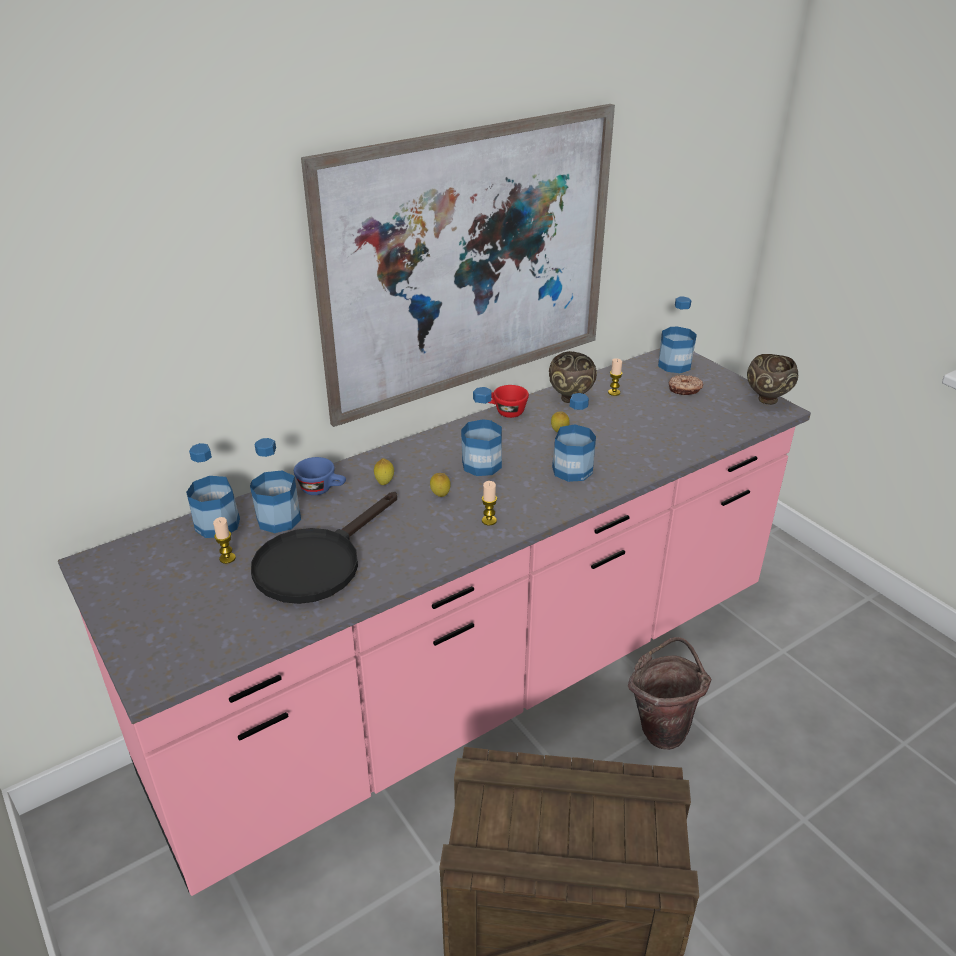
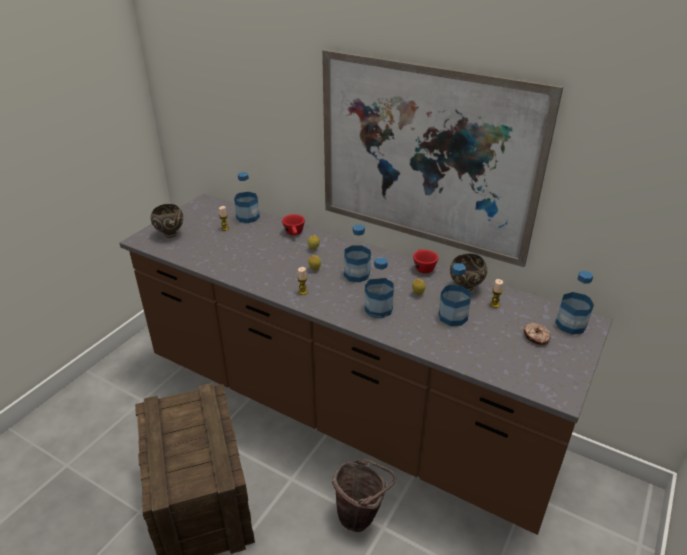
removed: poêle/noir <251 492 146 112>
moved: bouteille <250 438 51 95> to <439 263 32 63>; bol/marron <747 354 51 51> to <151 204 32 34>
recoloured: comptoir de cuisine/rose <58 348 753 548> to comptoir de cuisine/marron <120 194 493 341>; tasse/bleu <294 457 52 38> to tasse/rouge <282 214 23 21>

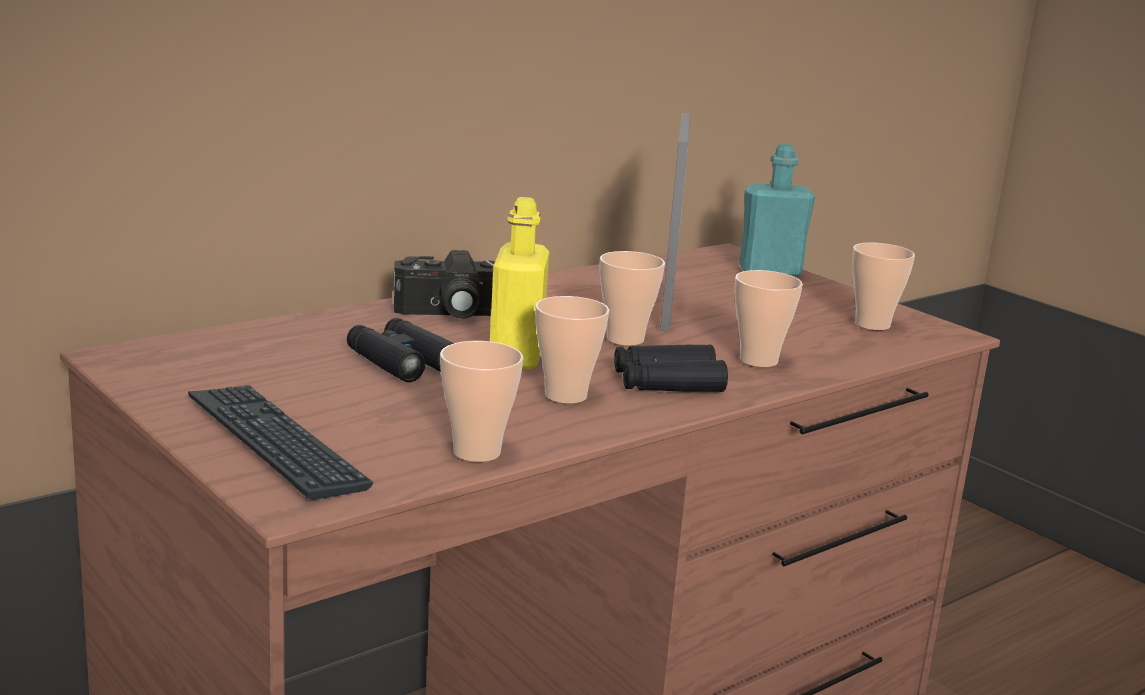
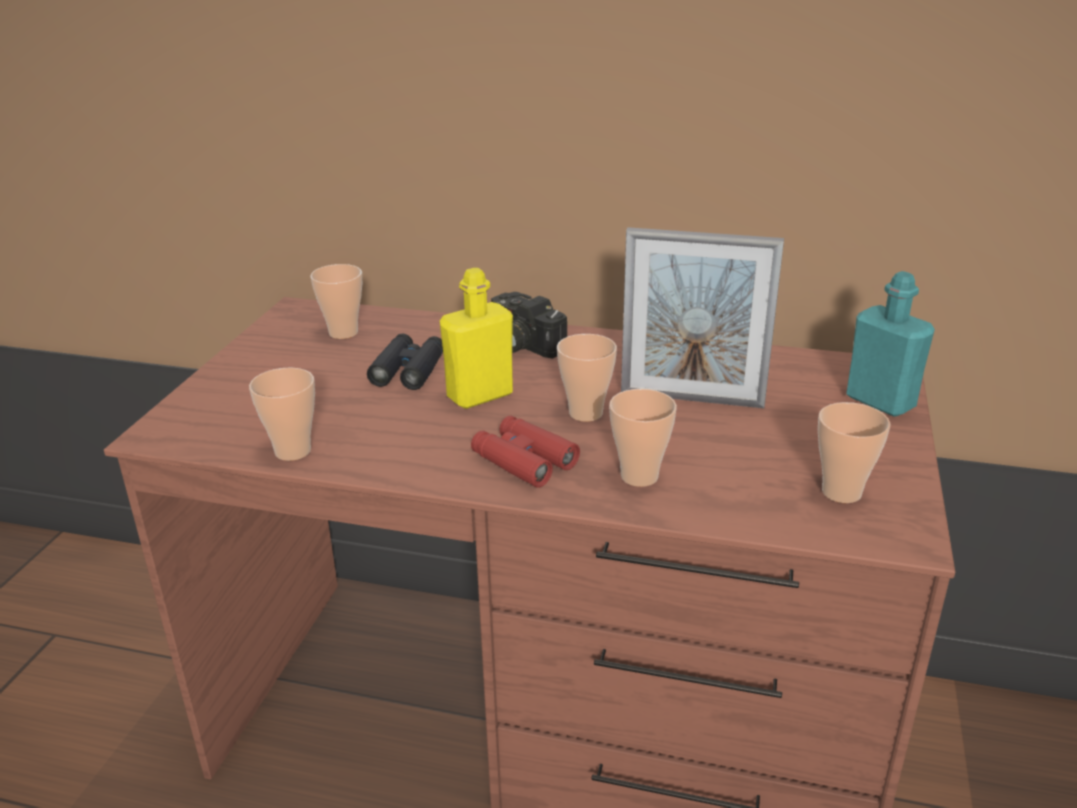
removed: clavier <188 385 186 115>
moved: tasse <535 296 74 108> to <310 264 52 75>
recoloured: jumelles/noir <614 344 114 48> to jumelles/rouge <471 416 109 71>
turned: cadre photo <660 113 30 218> = <621 227 163 181> 45 degrees clockwise

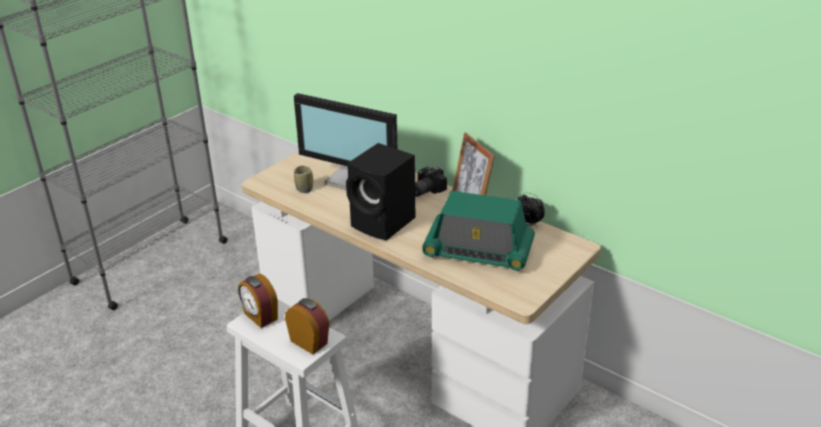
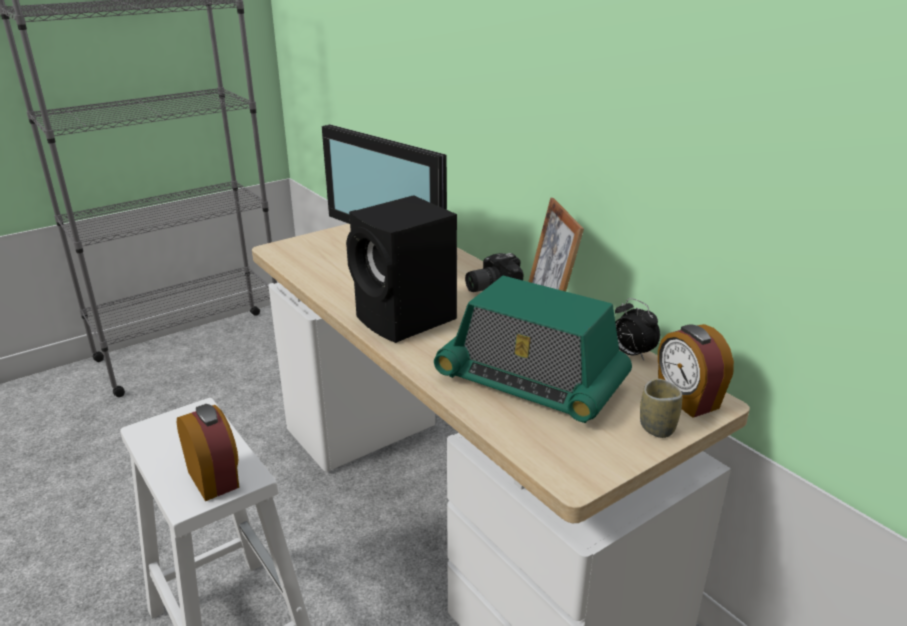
moved: réveil <238 274 40 54> to <658 324 76 94>; tasse <294 165 19 28> to <640 379 42 59>

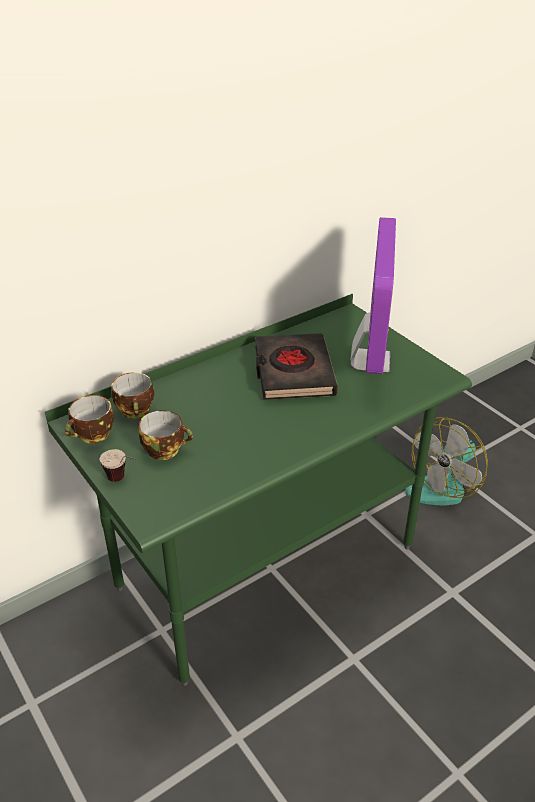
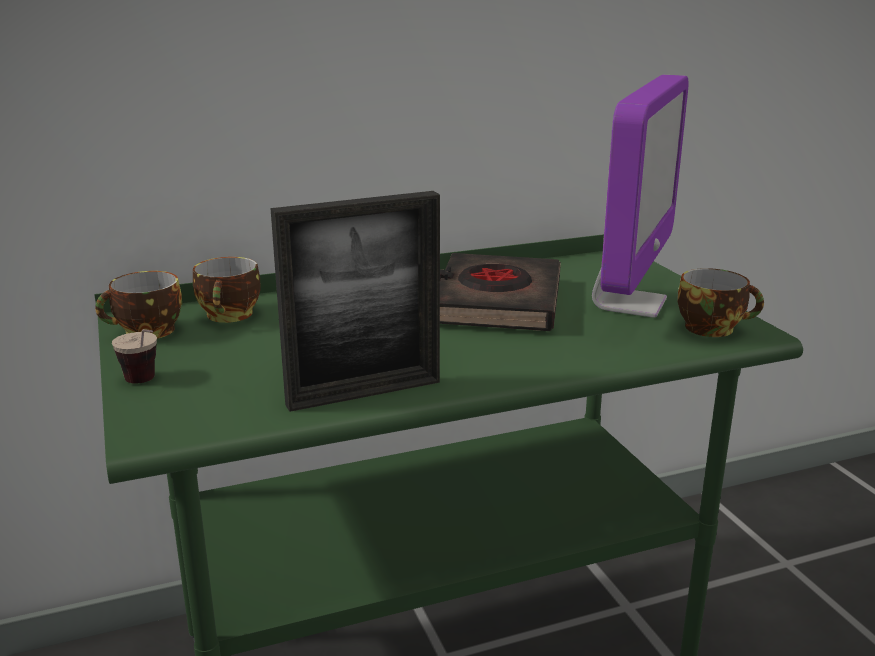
removed: ventilateur <405 417 83 89>
added: cadre photo <270 191 170 221>
moved: tasse <139 410 54 50> to <677 268 87 69>

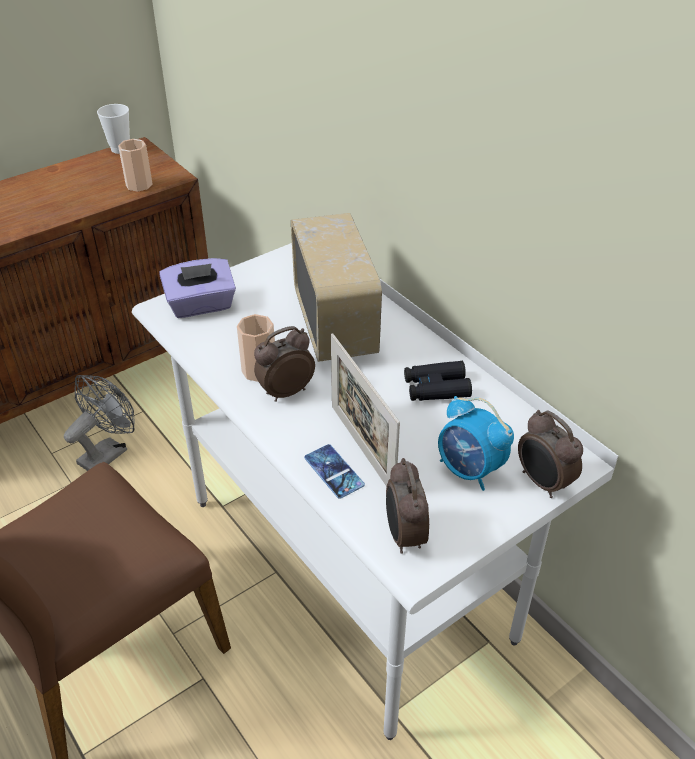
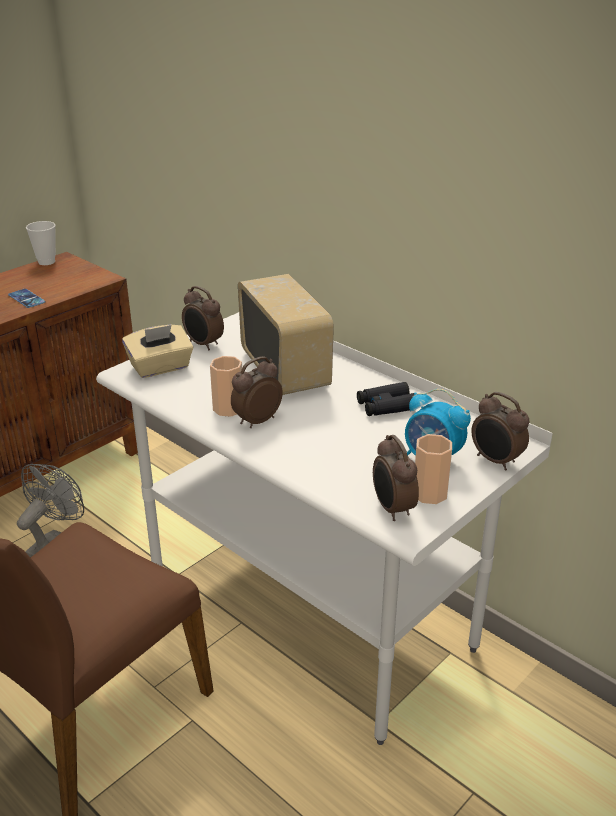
removed: cadre photo <331 333 69 153>
added: réveil <182 286 42 64>
moved: tasse <118 139 35 53> to <415 434 37 70>; téléphone <304 444 61 55> to <8 289 37 19>
recoloured: boîte à mouchoirs/violet <159 258 77 60> to boîte à mouchoirs/beige <122 325 71 53>

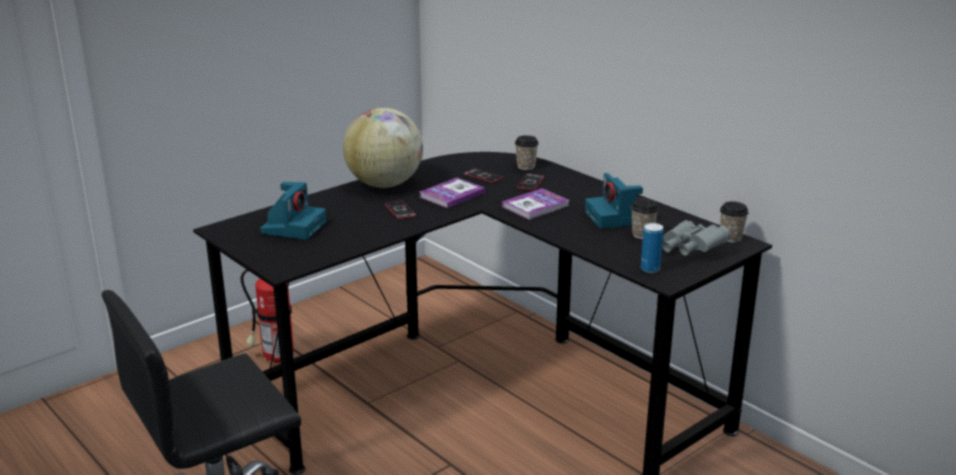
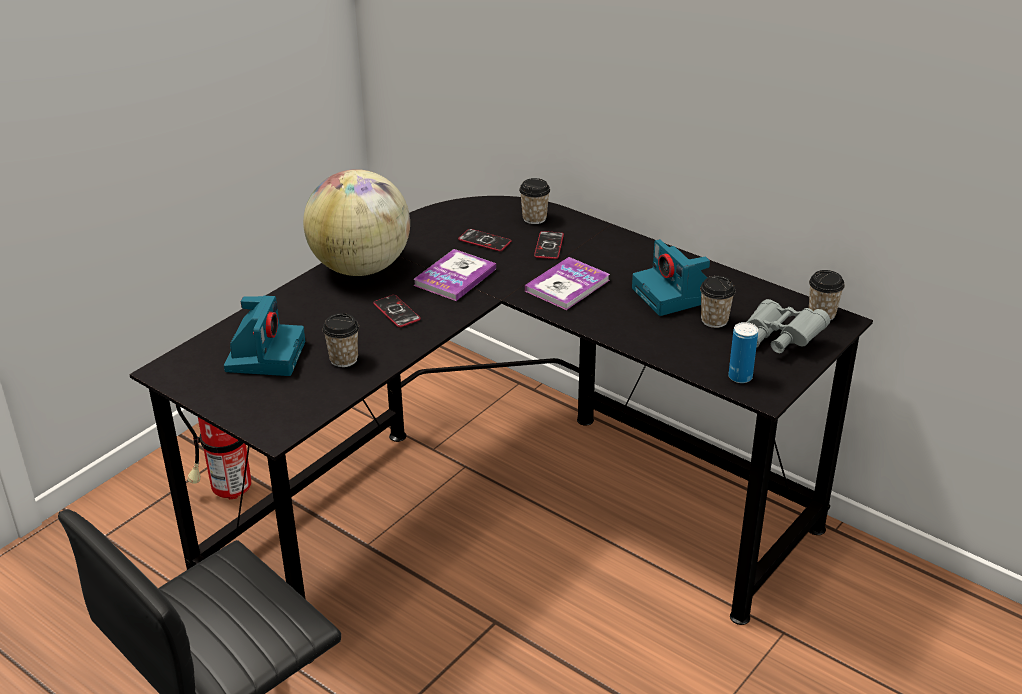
added: tasse <323 313 36 54>

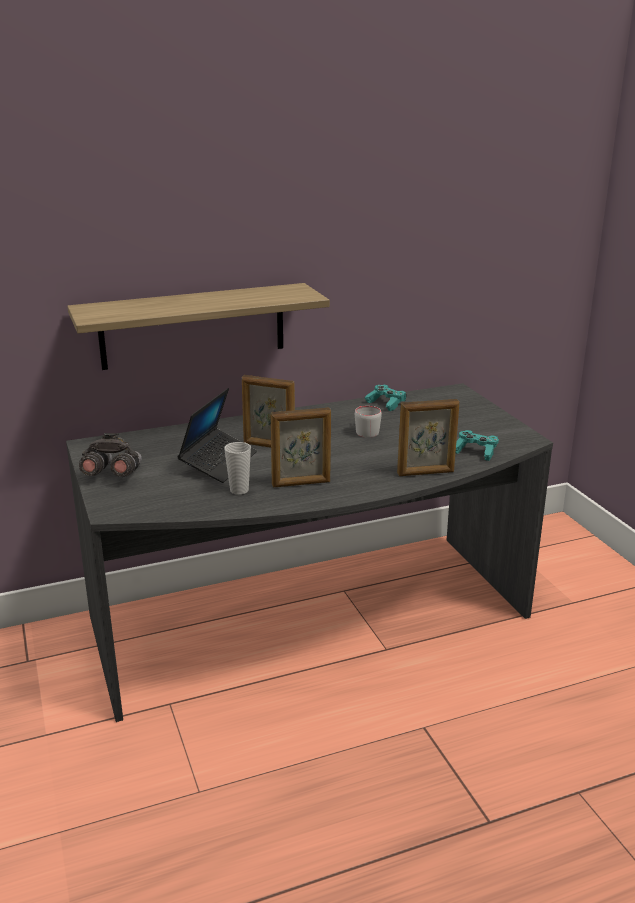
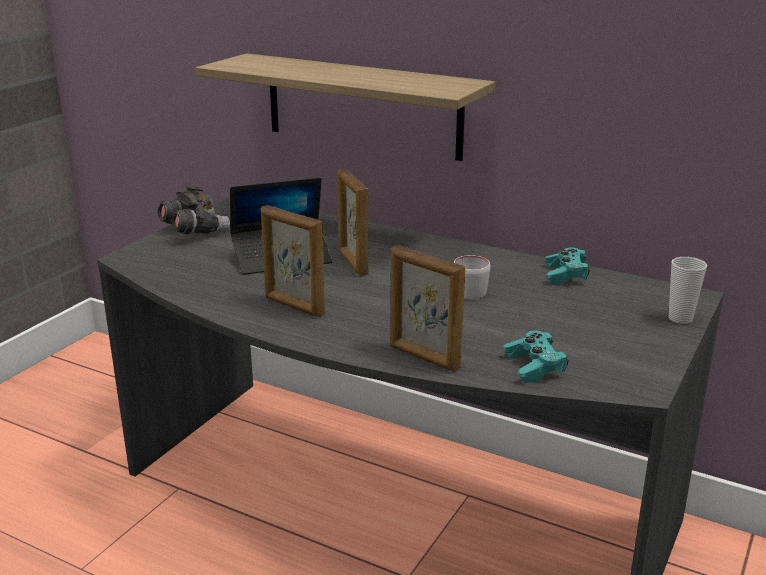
moved: tasse <224 442 27 53> to <668 257 39 67>

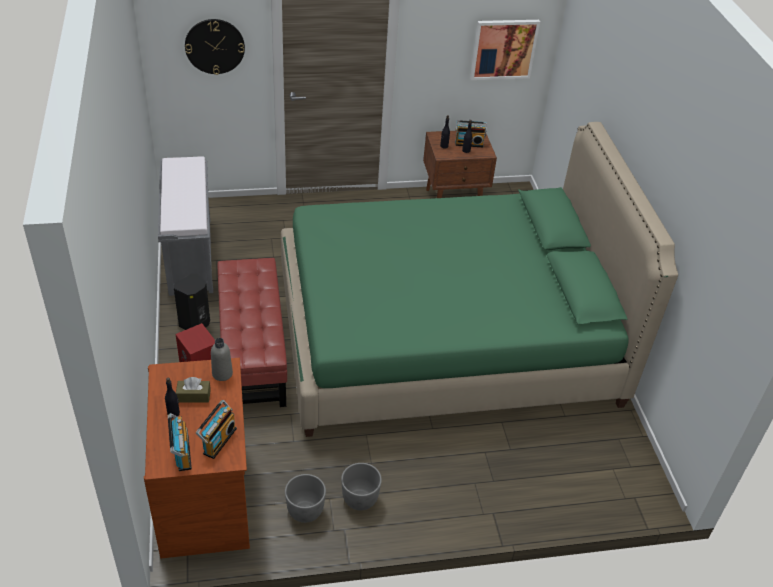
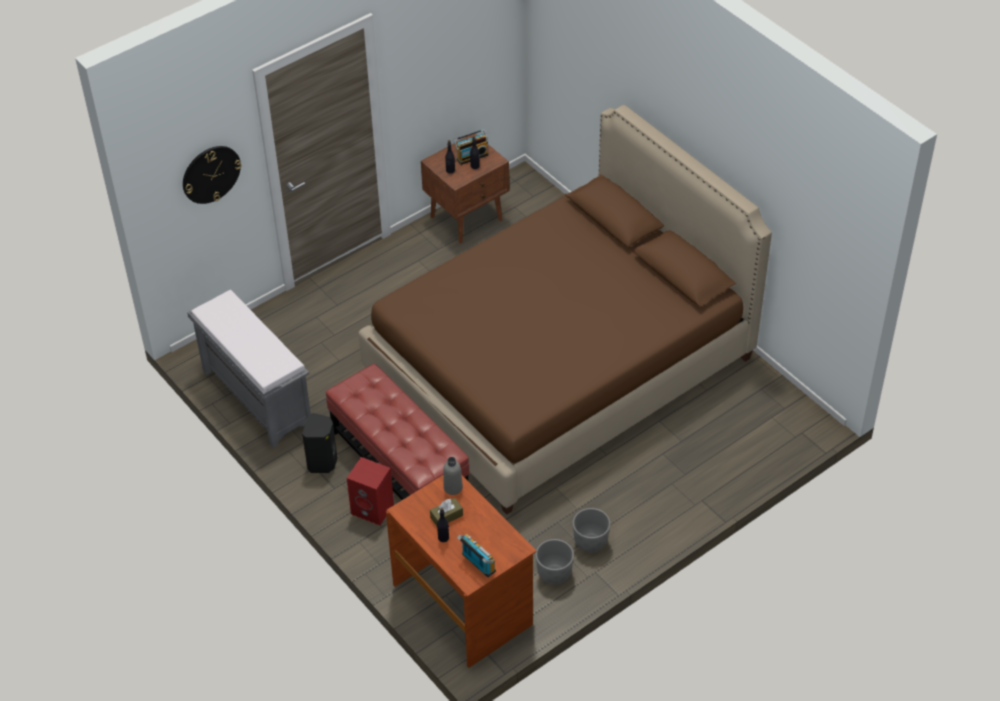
removed: radio <196 400 41 59>; tableau <470 20 70 60>
recoloured: lit/vert <281 122 397 315> to lit/marron <358 105 414 409>

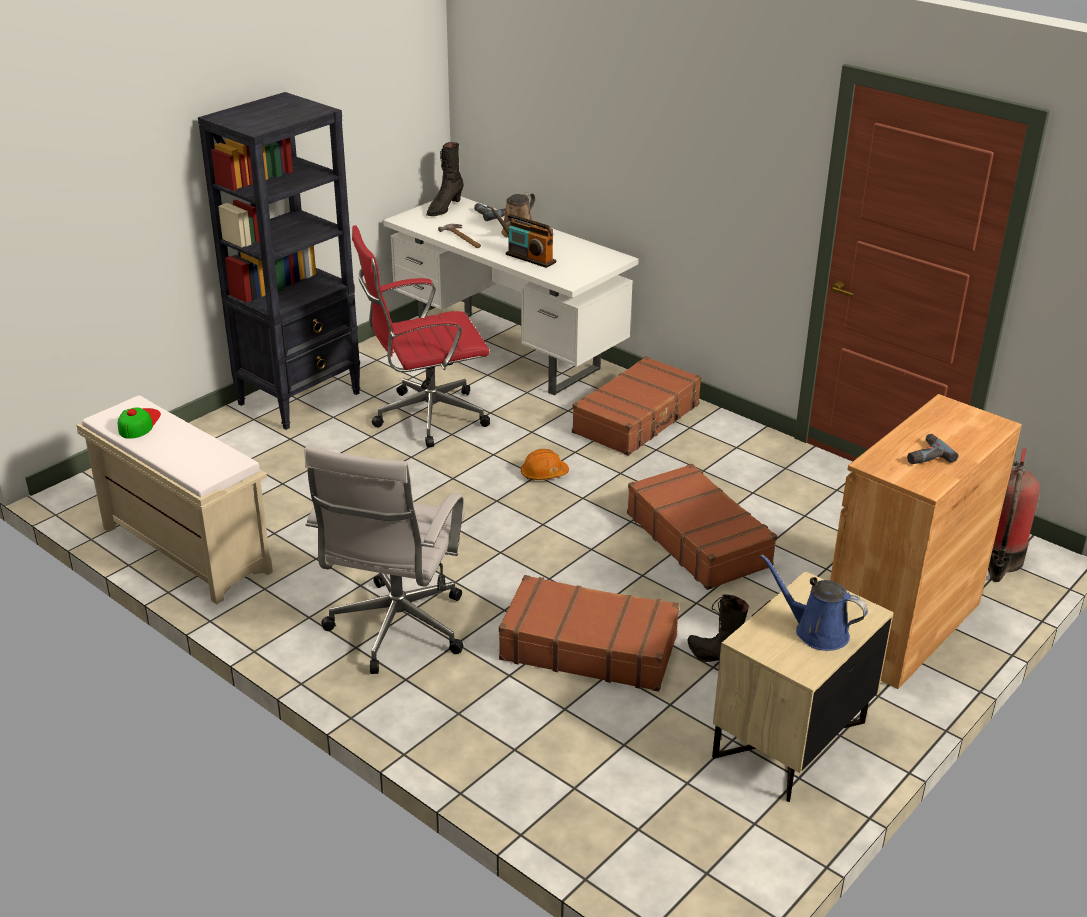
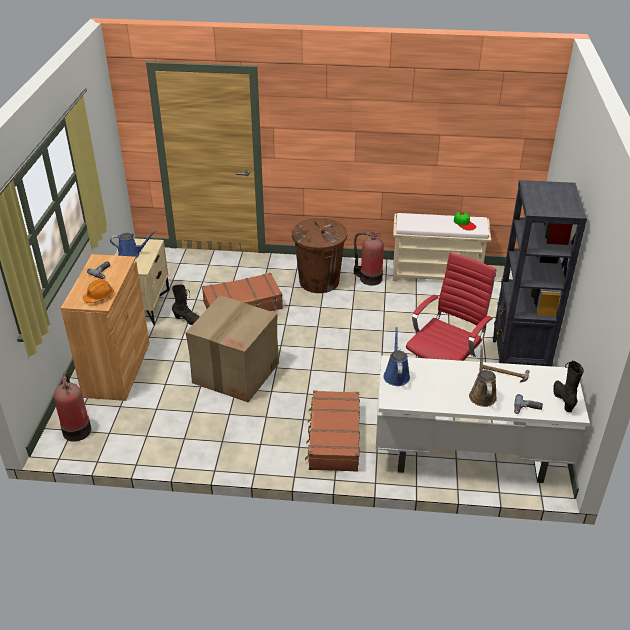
removed: radio <506 214 50 54>
added: extincteur <354 232 30 54>; arrosoir/bleu <383 327 27 59>
moved: casque de chantier/orange <521 449 48 31> to <83 279 31 24>
replaced: chaise de bureau/blanc <305 446 160 228> to poubelle/marron <292 218 55 75>; valise/marron <627 464 150 126> to carton <186 295 93 107>

